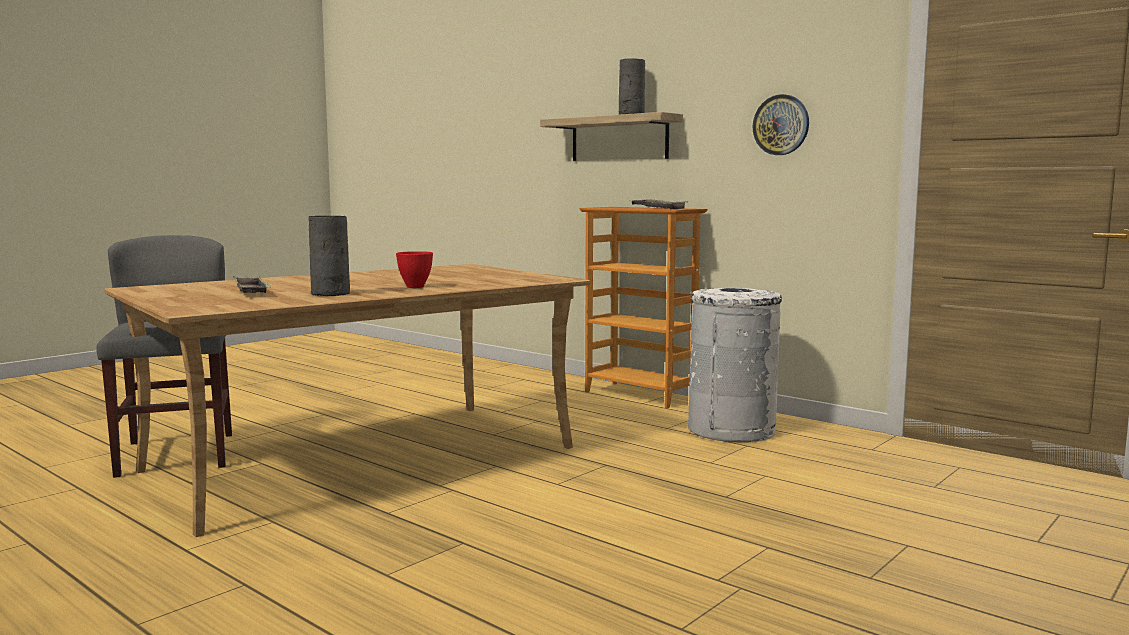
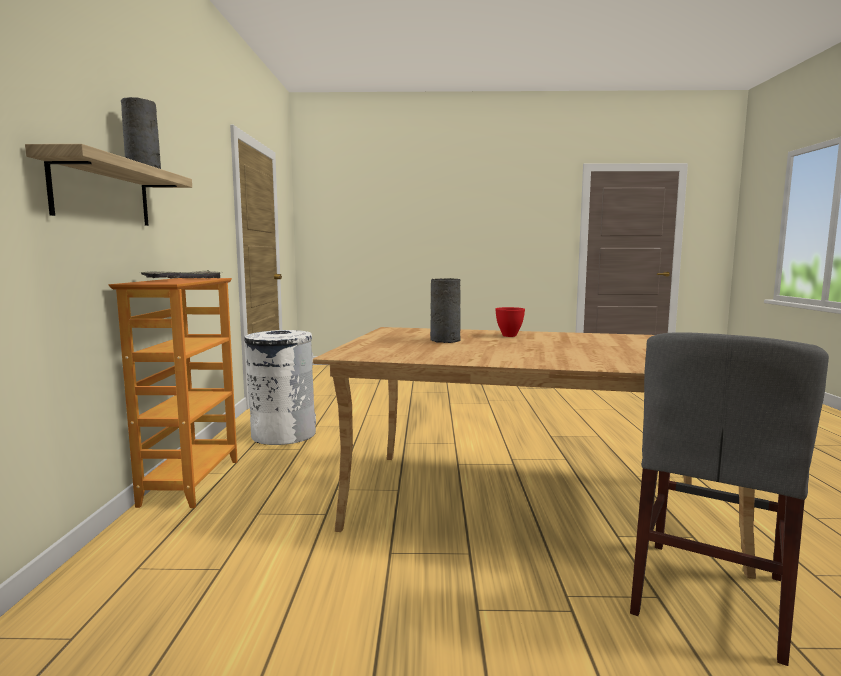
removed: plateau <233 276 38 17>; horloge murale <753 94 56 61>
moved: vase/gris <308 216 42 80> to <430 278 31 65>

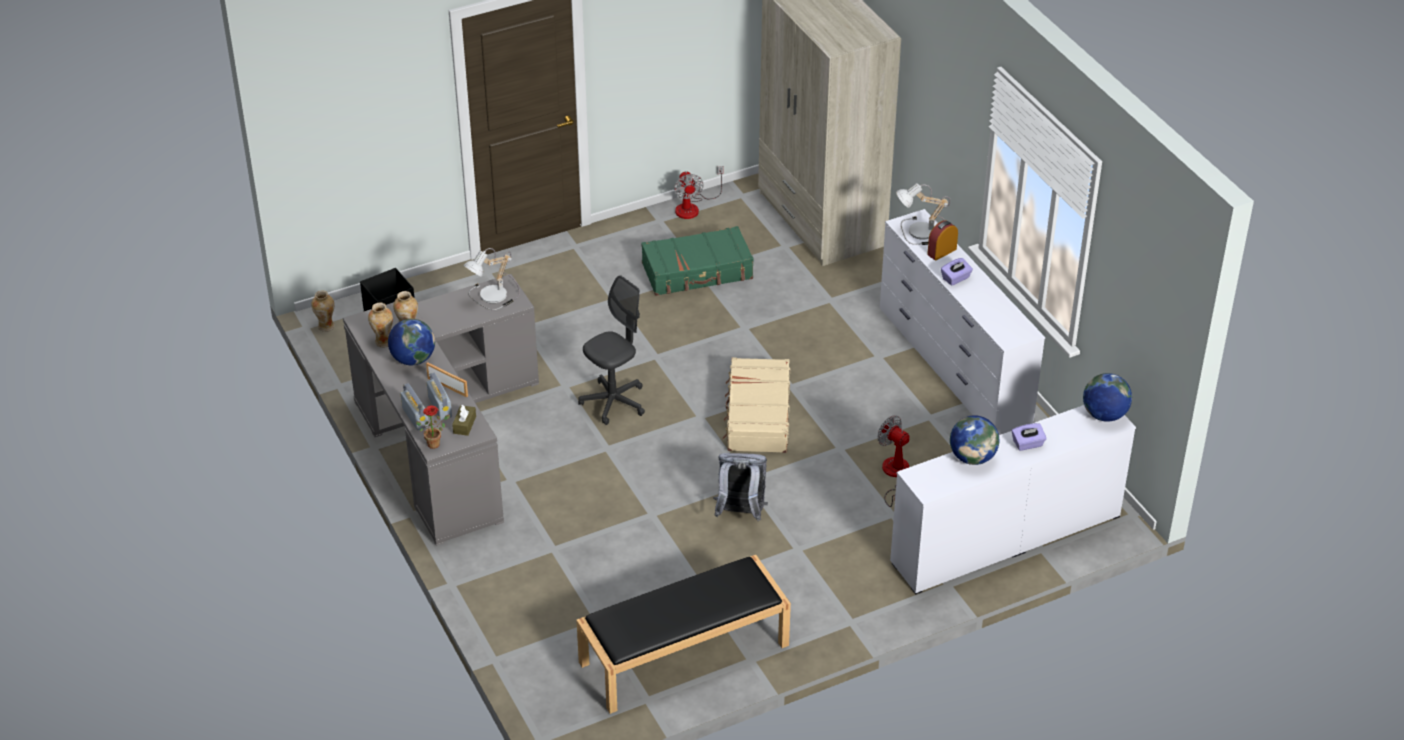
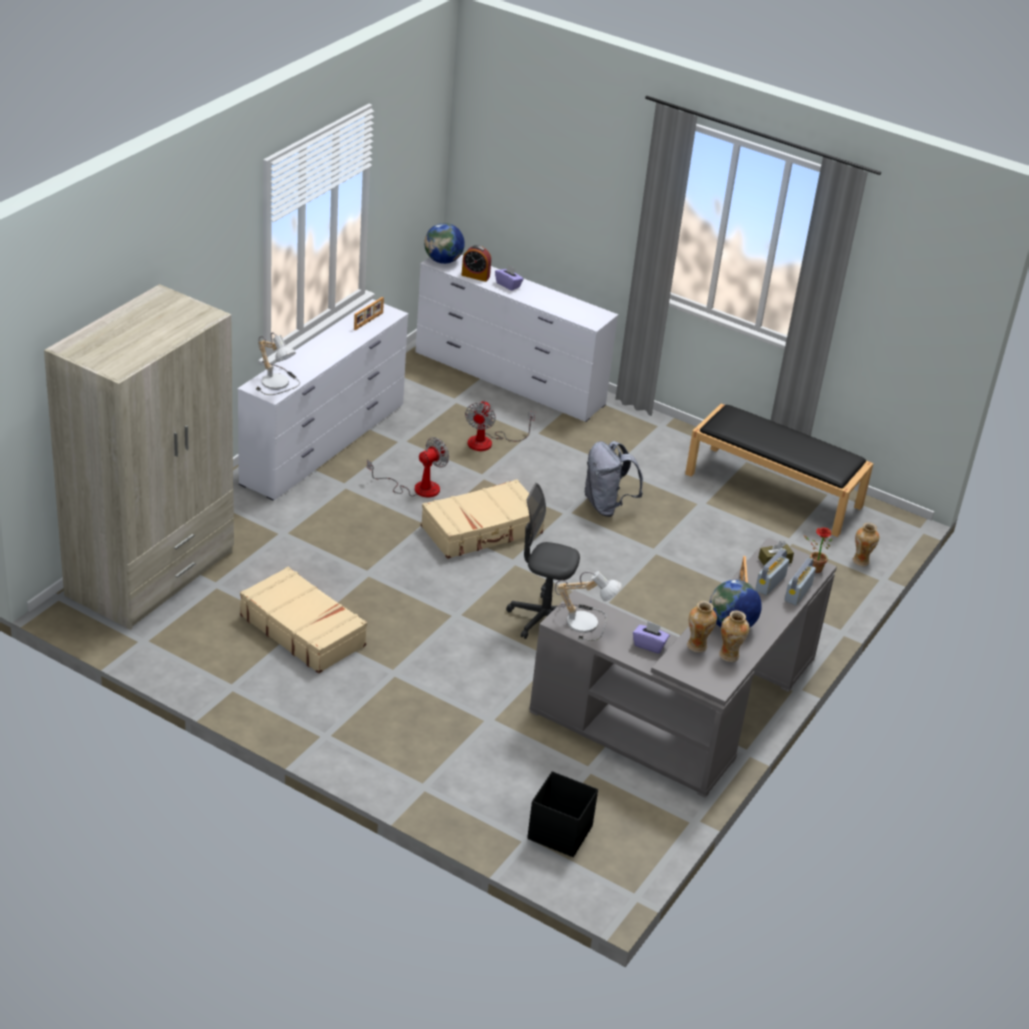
removed: globe <950 415 49 50>
added: cadre photo <354 297 30 33>
moved: vase <311 290 24 42> to <852 523 27 43>; ventilateur <674 166 49 53> to <367 437 82 61>; réveil <927 220 31 41> to <462 245 29 37>; boîte à mouchoirs/violet <941 258 32 28> to <633 622 37 32>
recoloured: valise/vert <641 226 112 70> to valise/beige <240 567 127 107>

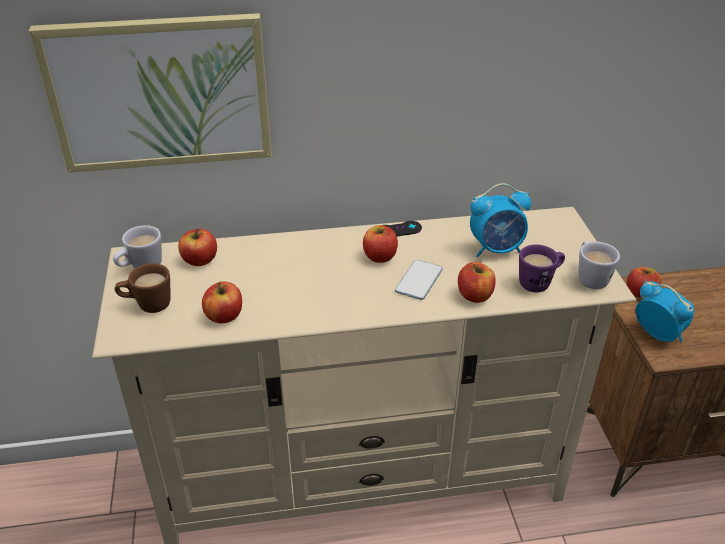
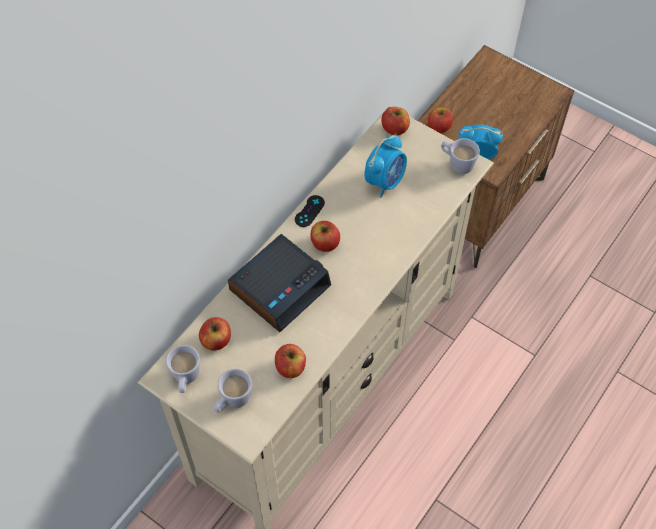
removed: tableau <29 13 243 160>; téléphone <395 260 48 40>; mug/violet <519 244 46 48>
added: réveil <228 234 103 98>
moved: pomme <458 262 38 41> to <381 107 29 28>
recoloured: mug/marron <115 263 56 50> to mug/blanc <214 369 38 44>

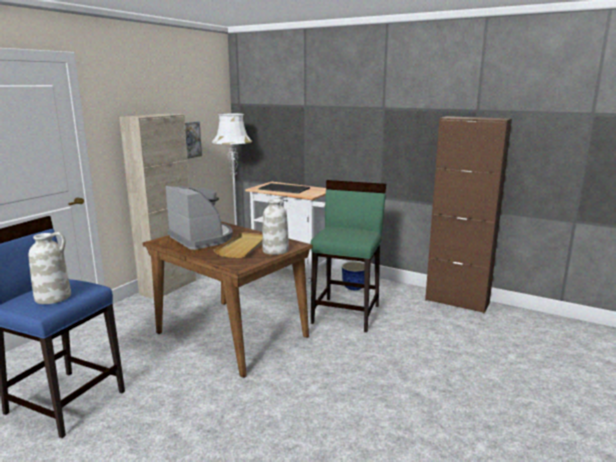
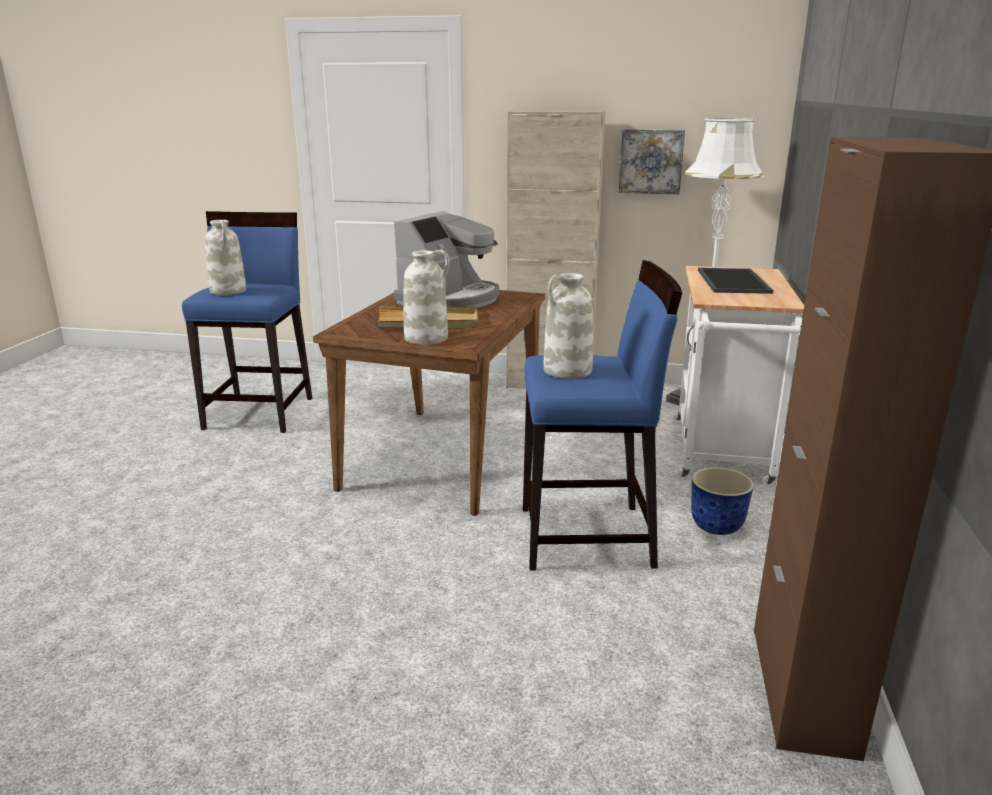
added: vase/blanc <543 273 50 106>
recoloured: tabouret/vert <311 180 75 152> to tabouret/bleu <523 260 159 310>

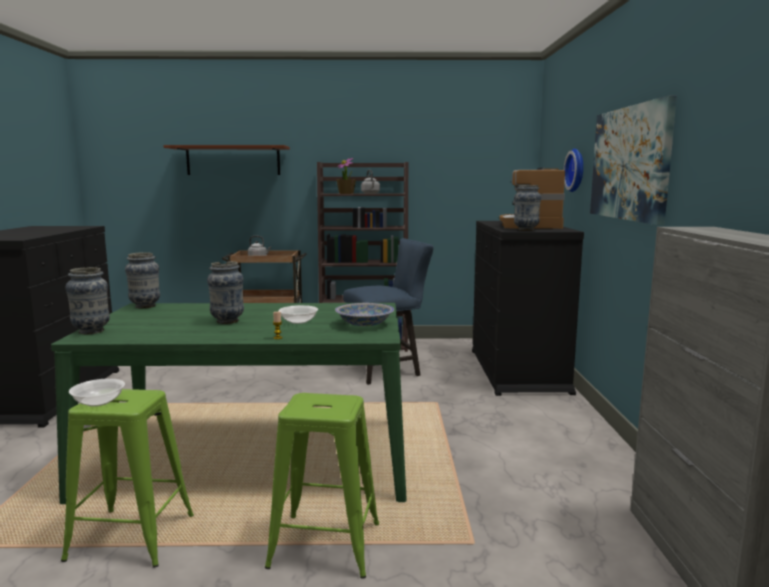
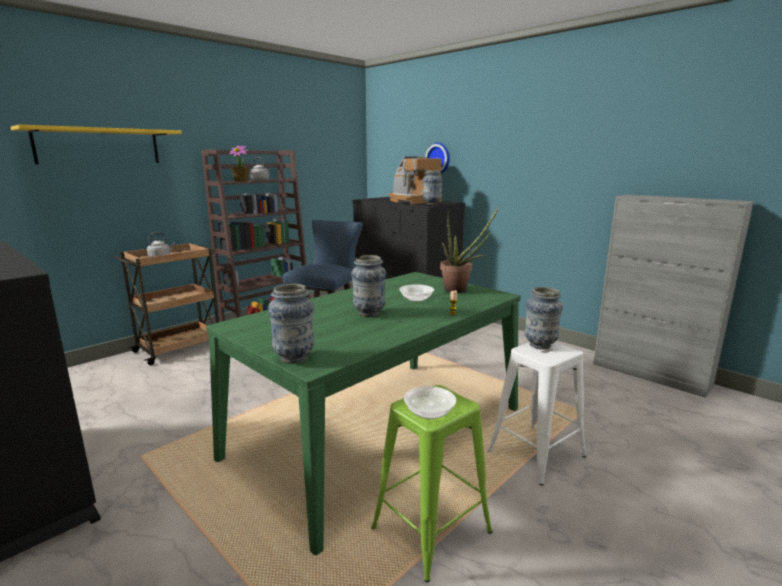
removed: tableau <590 95 87 130>
moved: vase <125 252 35 56> to <525 287 38 63>
replaced: bol <335 303 59 23> to plante en pot <440 208 59 85>
recoloured: étagère/marron <163 145 127 30> to étagère/jaune <11 125 171 39>; tabouret/vert <265 393 114 186> to tabouret/blanc <488 342 98 143>

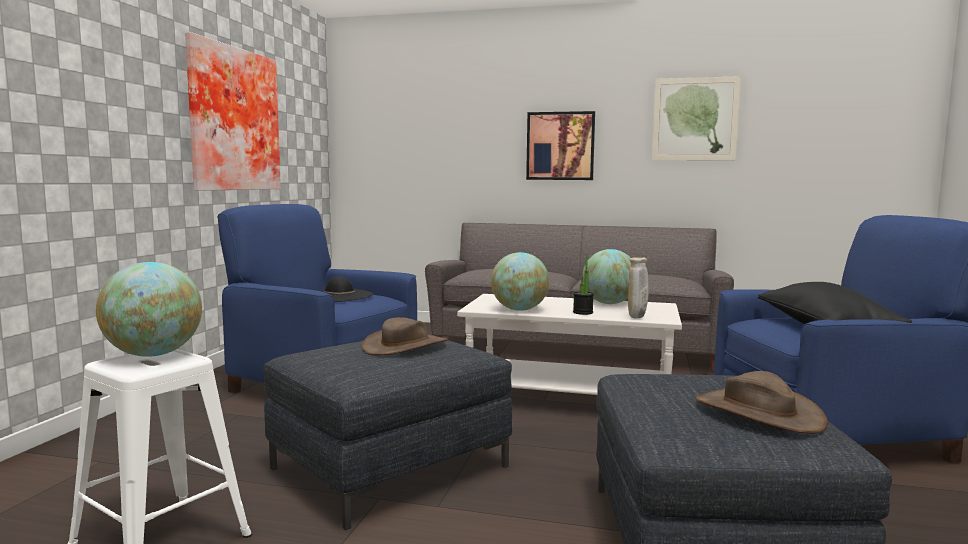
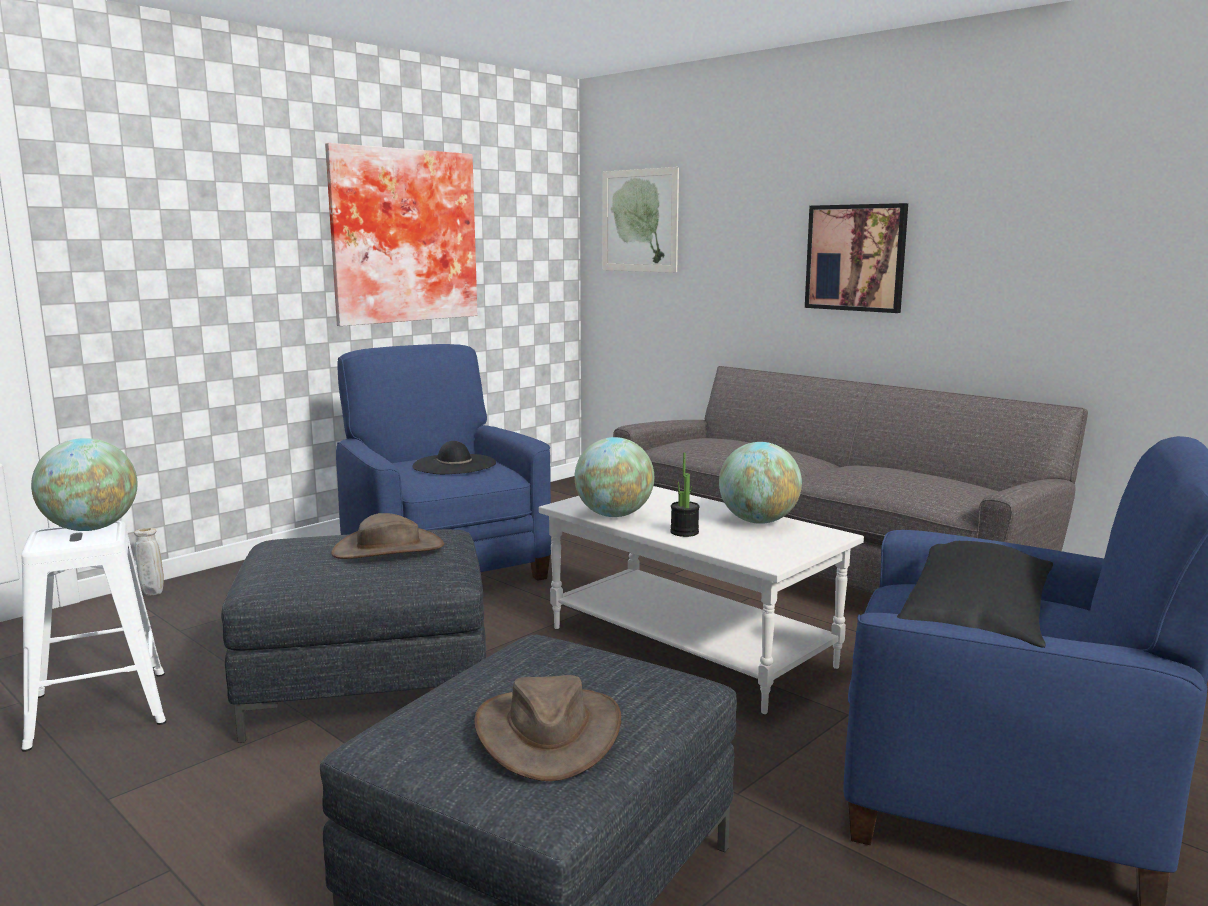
moved: vase/beige <628 257 20 61> to <134 528 30 67>; tableau <652 76 89 84> to <603 167 76 106>

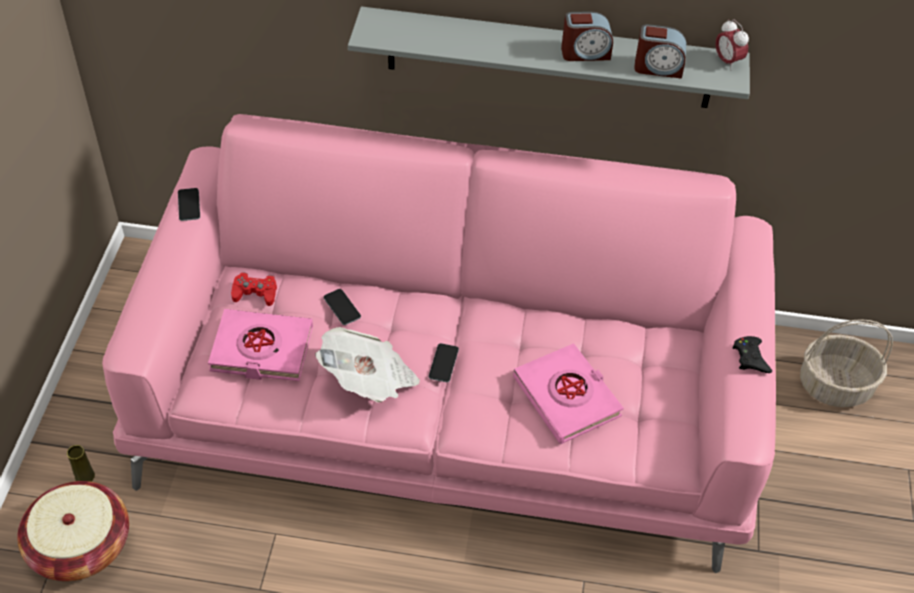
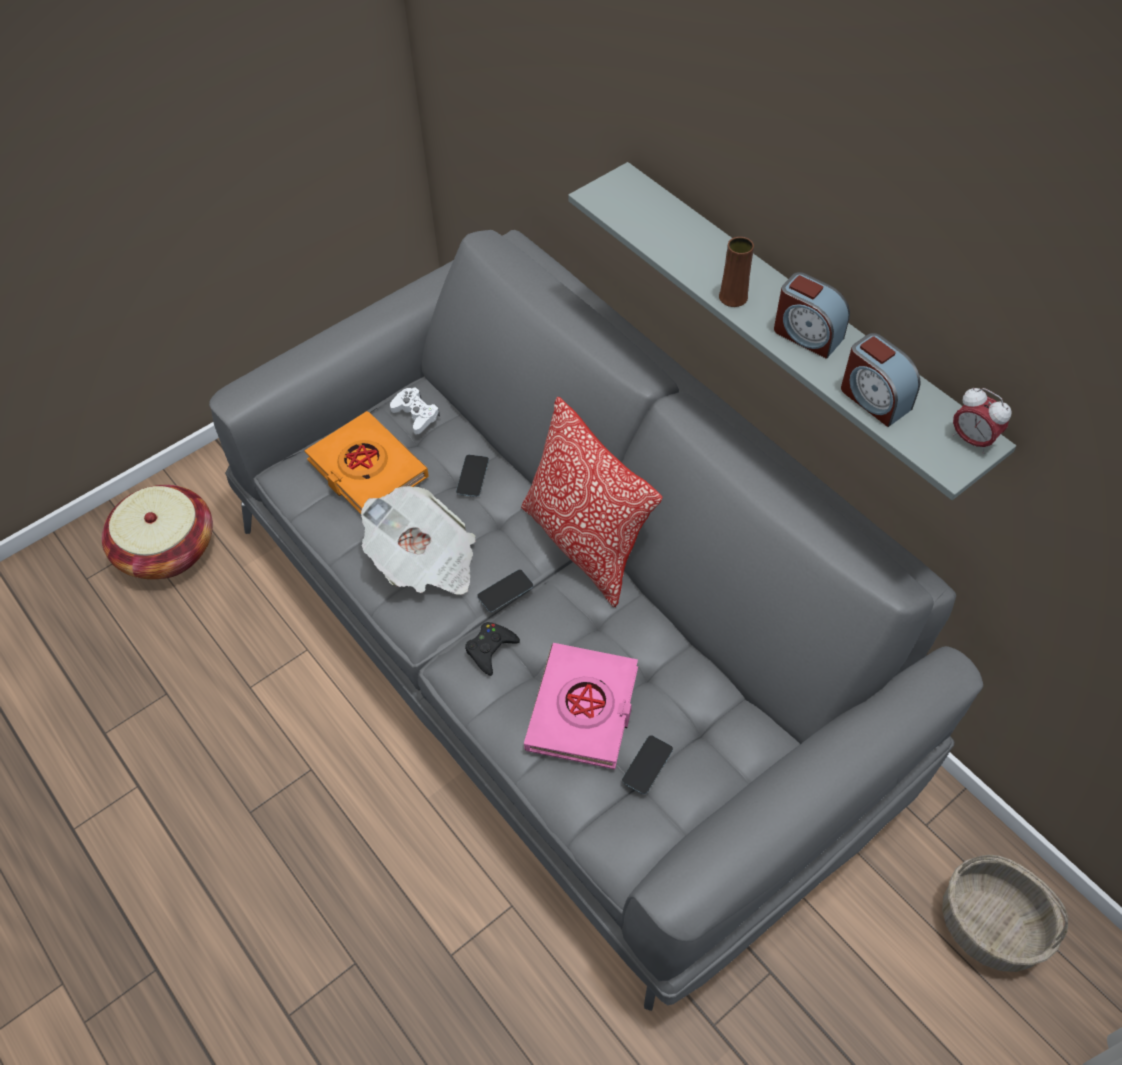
removed: vase/jaune <67 445 28 37>
added: coussin <521 396 142 211>; vase/marron <719 237 35 70>
moved: téléphone <178 188 22 33> to <622 735 51 59>; manette/noir <732 336 40 37> to <465 622 55 54>
recoloured: canapé/rose <102 114 674 459> to canapé/gris <209 230 774 781>; livre/rose <208 309 105 72> to livre/orange <304 411 125 104>; manette/rouge <231 272 46 34> to manette/blanc <390 388 50 47>
turned: réveil <716 19 33 51> = <952 388 60 66> 60 degrees counterclockwise

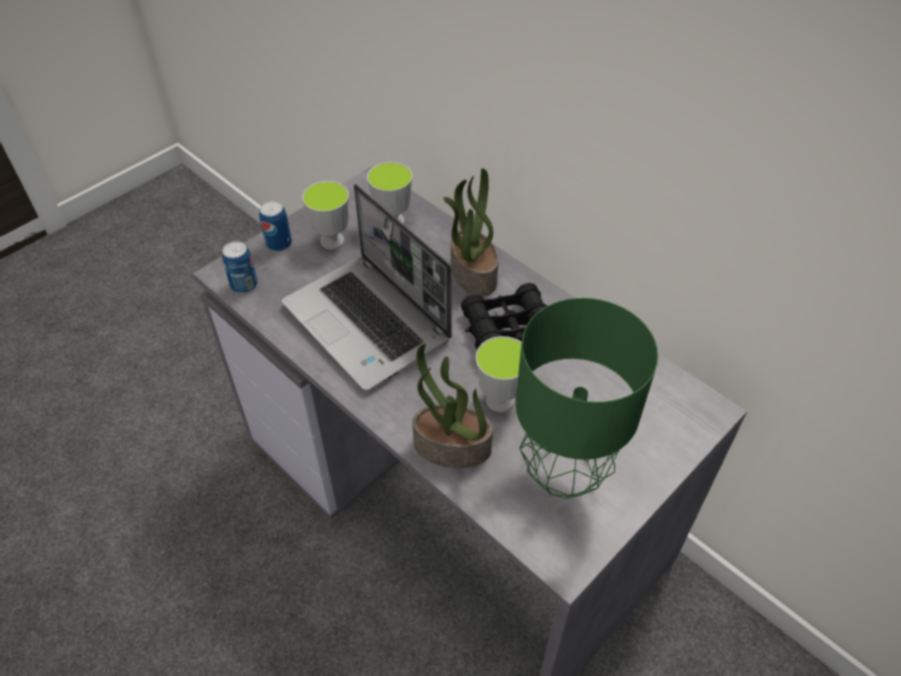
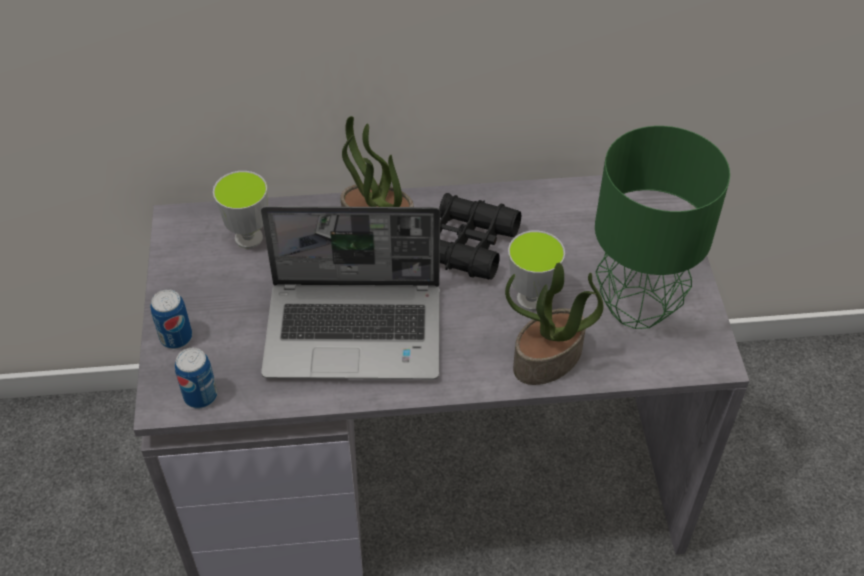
removed: tasse <302 181 47 68>

